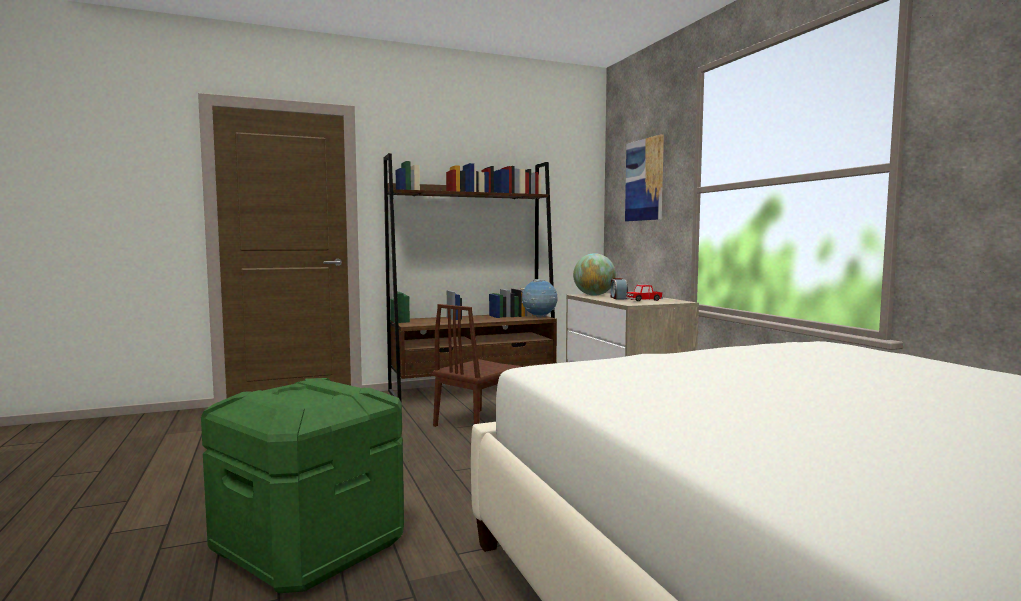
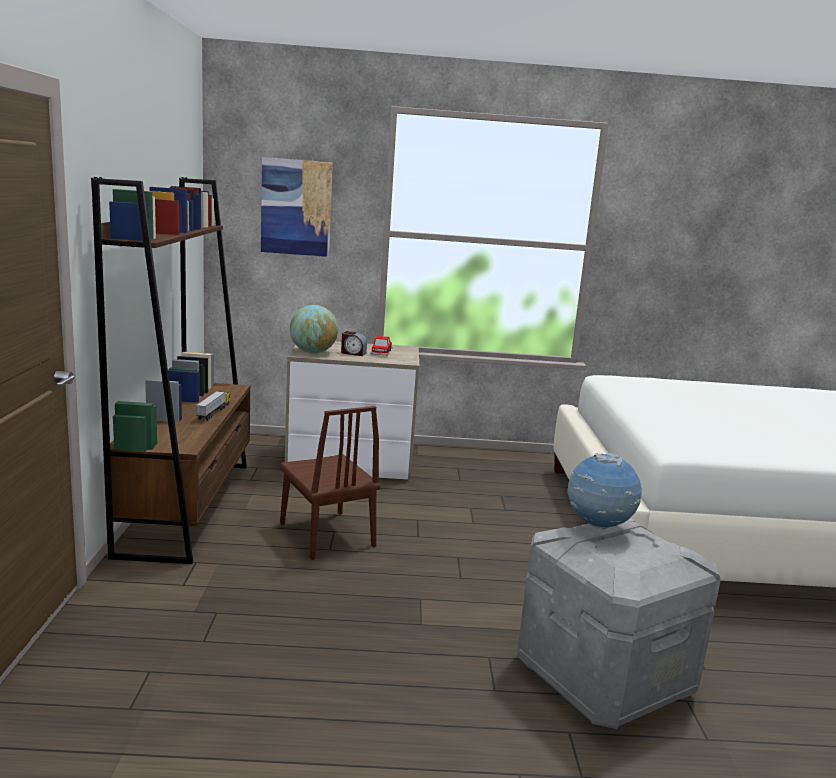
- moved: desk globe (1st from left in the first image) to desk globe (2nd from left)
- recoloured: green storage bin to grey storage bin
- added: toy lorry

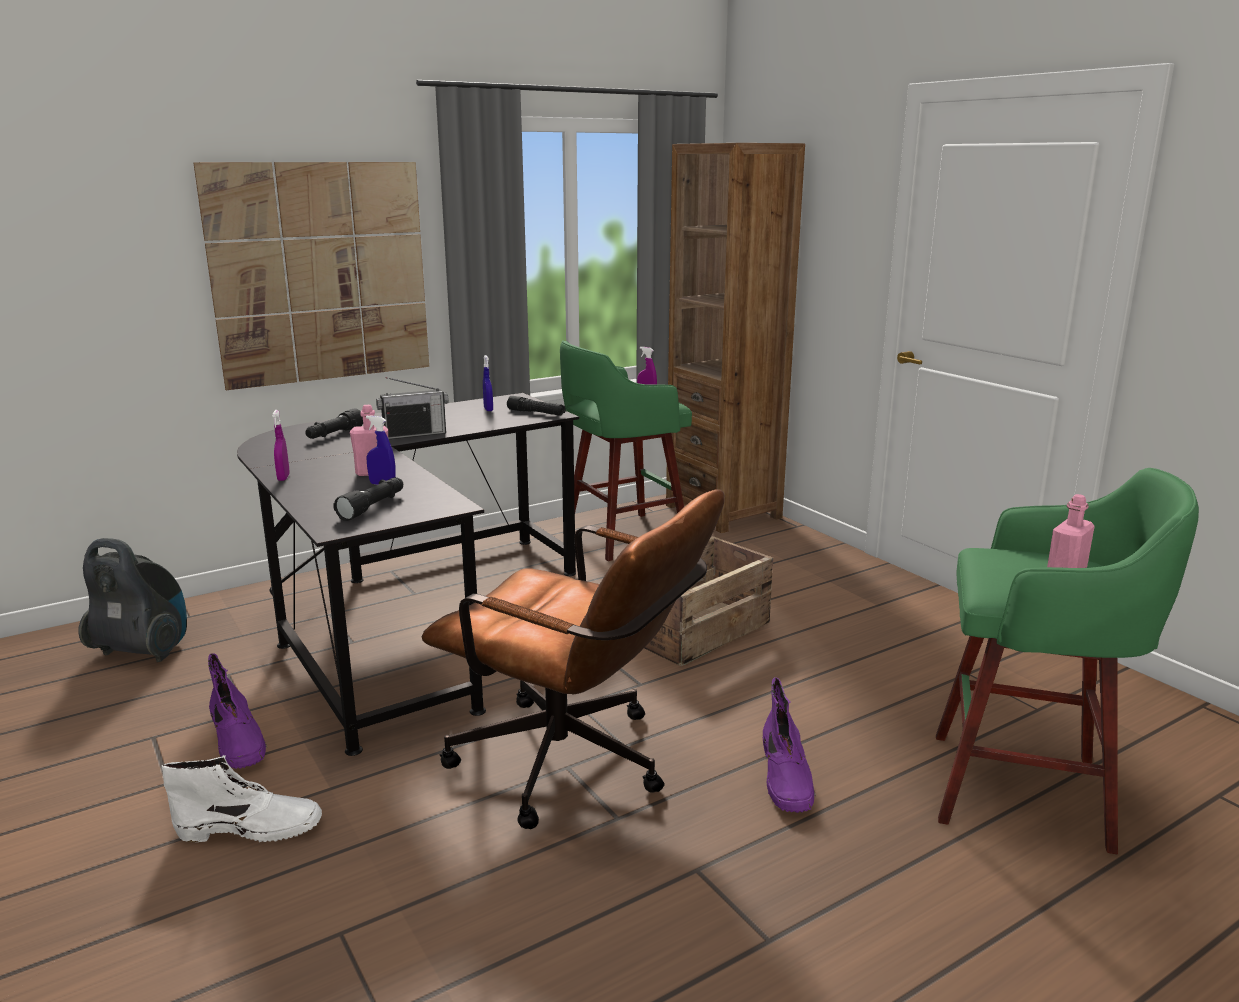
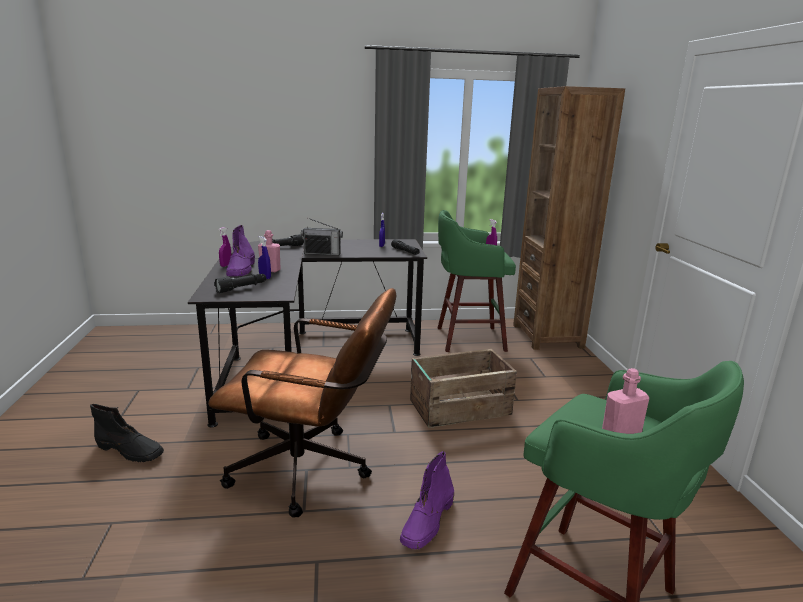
- removed: wall art
- turned: brownish desk chair 45 degrees counterclockwise
- removed: hoover
- moved: purple boot (1st from left)
- recoloured: white boot to blackish boot

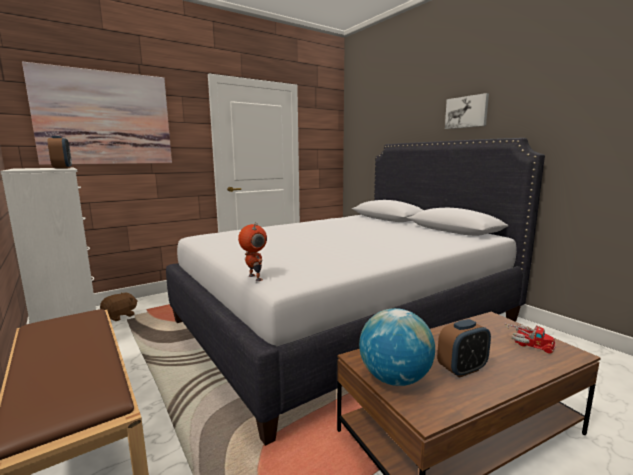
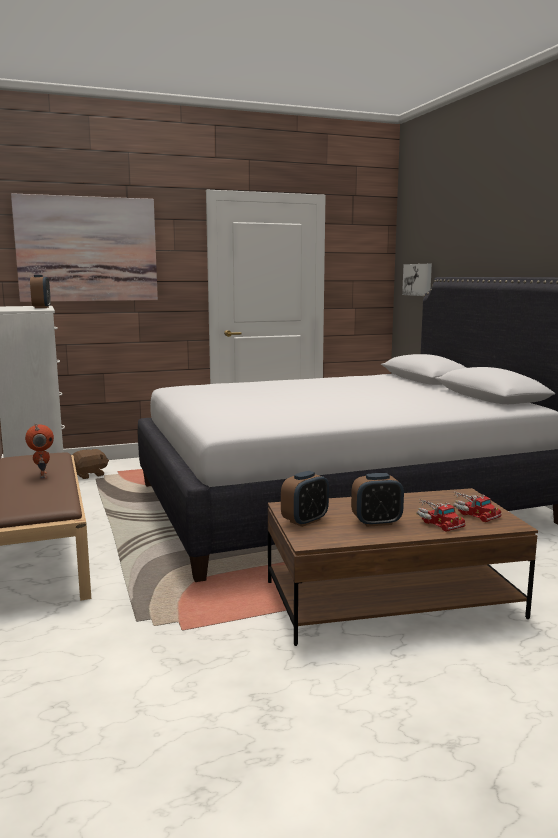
- moved: wall art (2nd from left)
- moved: model robot
- replaced: desk globe to alarm clock (2nd from left)
- added: toy lorry (1st from left)

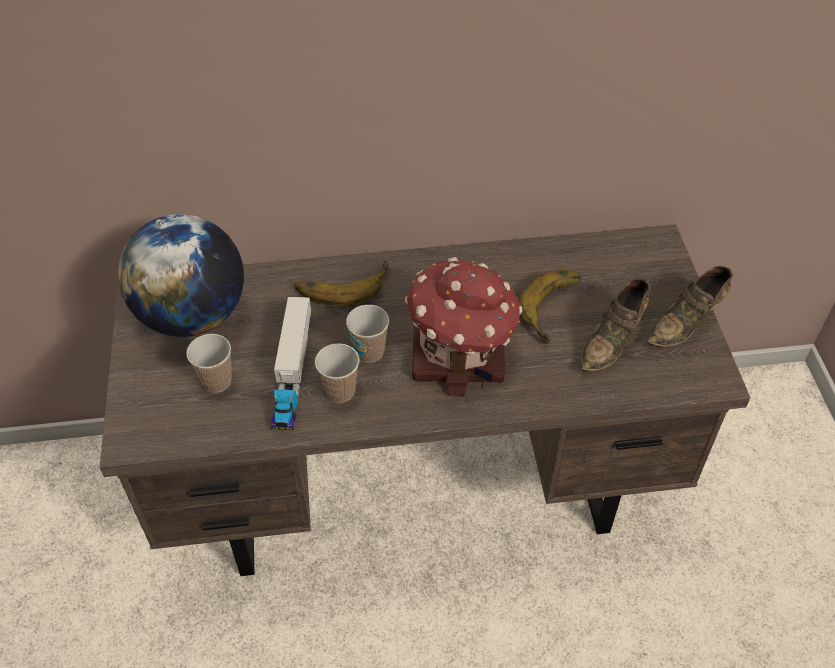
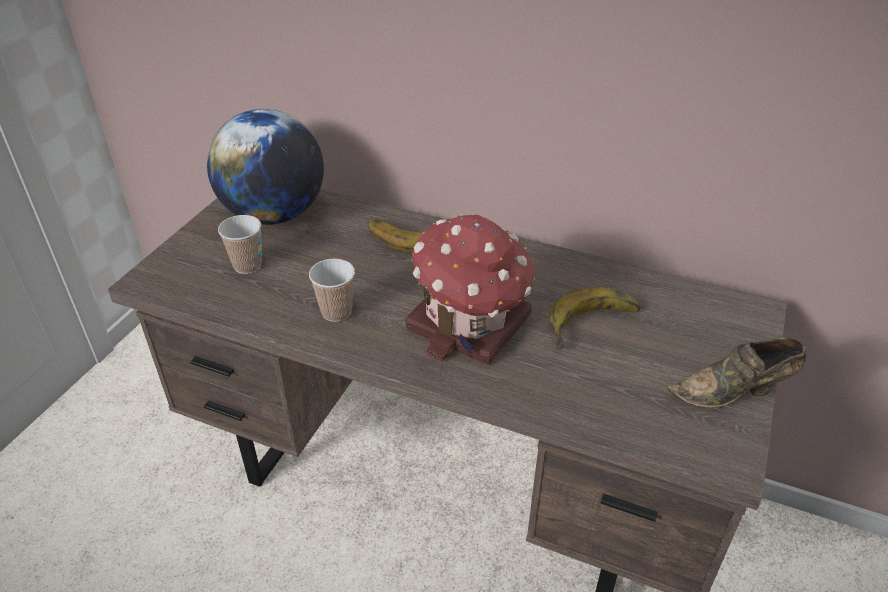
- removed: brownish low shoe (1st from left)
- removed: toy lorry
- removed: cup (3rd from left)

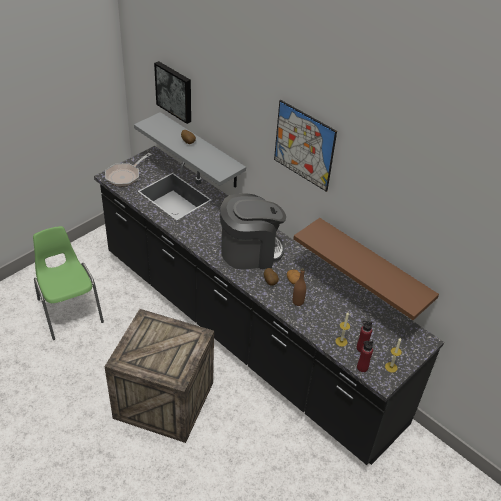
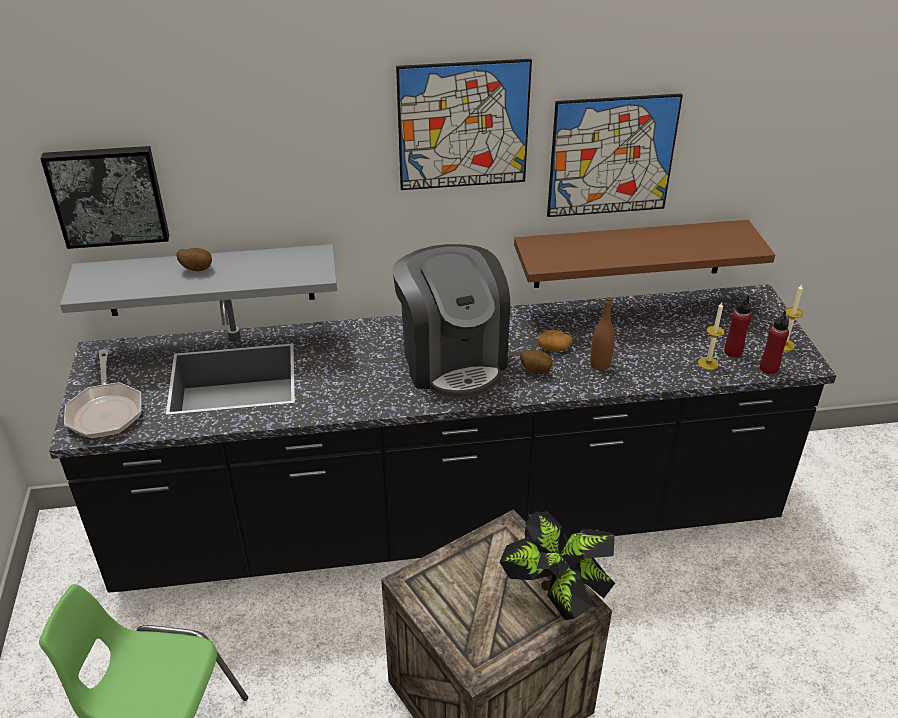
- turned: coffee machine 135 degrees clockwise
- added: wall art (3rd from left)
- added: houseplant

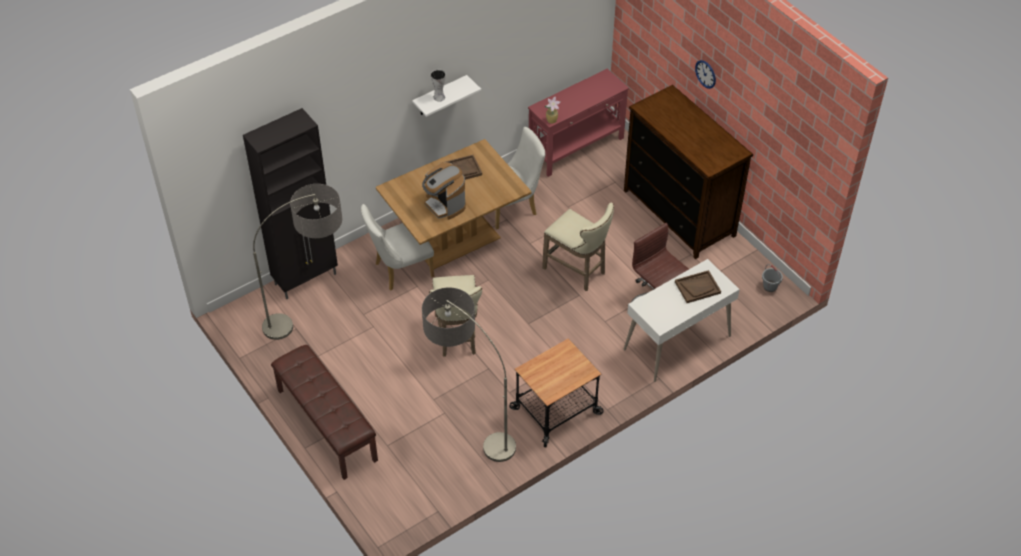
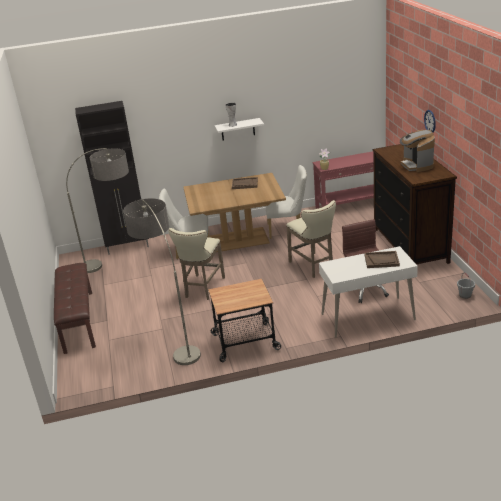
- moved: coffee machine

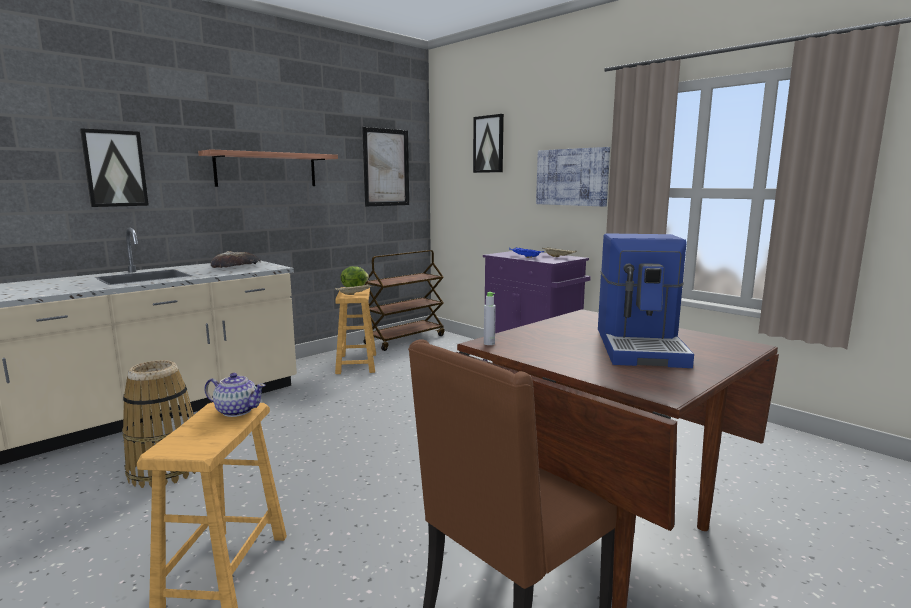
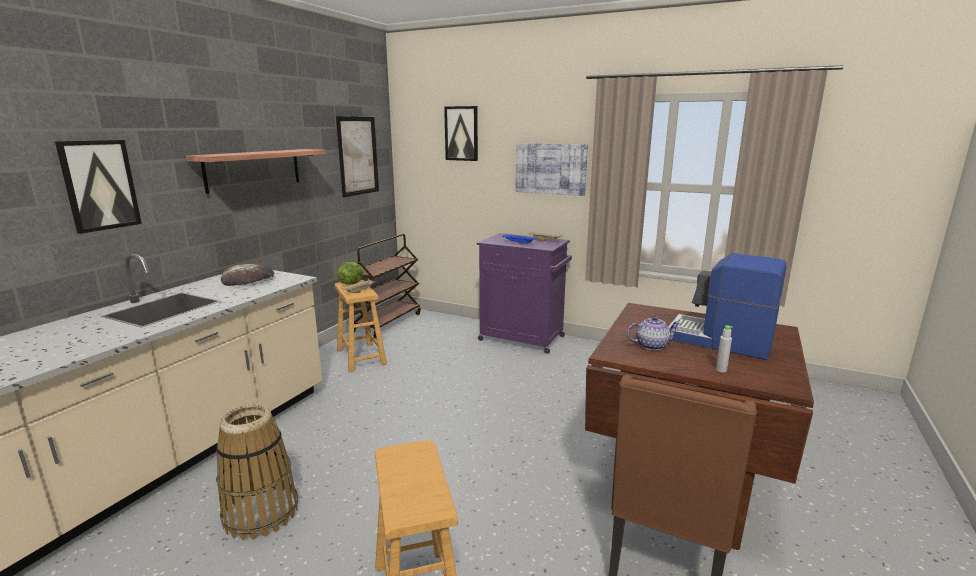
- turned: coffee machine 135 degrees clockwise
- moved: grey drink bottle
- moved: tea pot

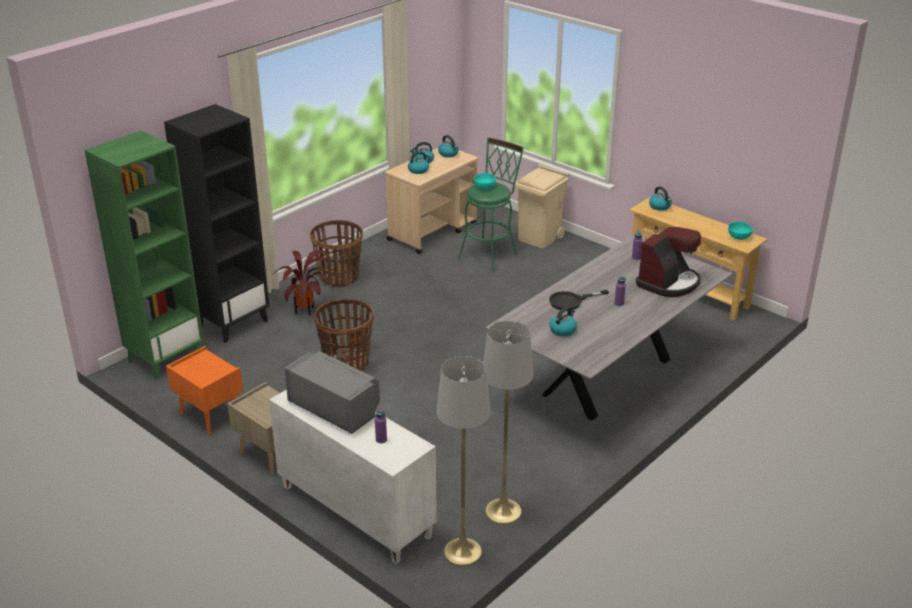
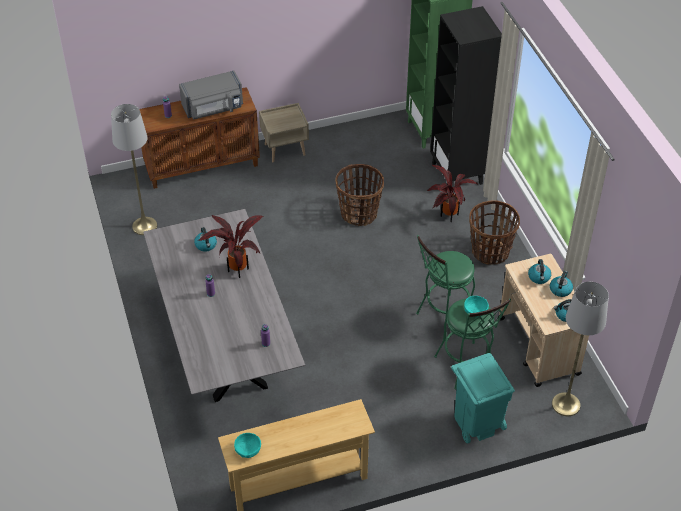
- recoloured: sand-coloured rubbish bin to turquoise-coloured rubbish bin
- removed: water kettle (5th from left)
- removed: coffee machine
- replaced: blackish skillet to houseplant (1st from left)
- removed: orange-coloured night table
- moved: grey standing lamp (1st from left in the first image) to grey standing lamp (2nd from left)
- recoloured: white cabinet to brownish cabinet
- added: green stool seat (1st from left)

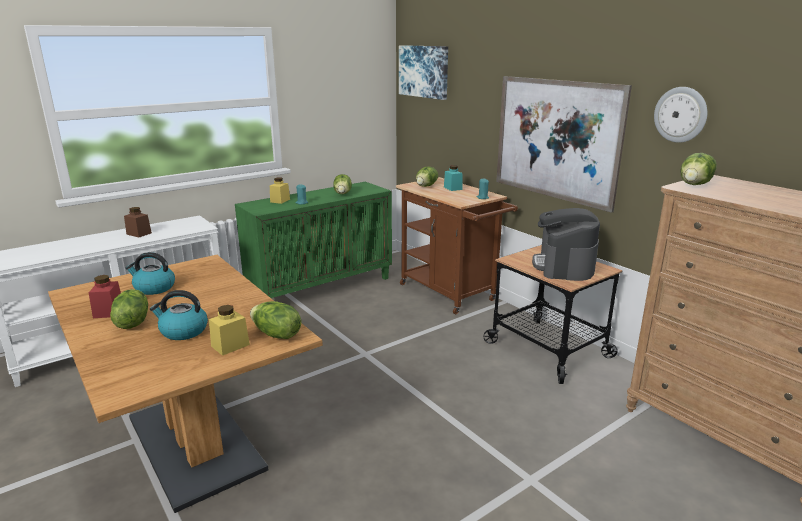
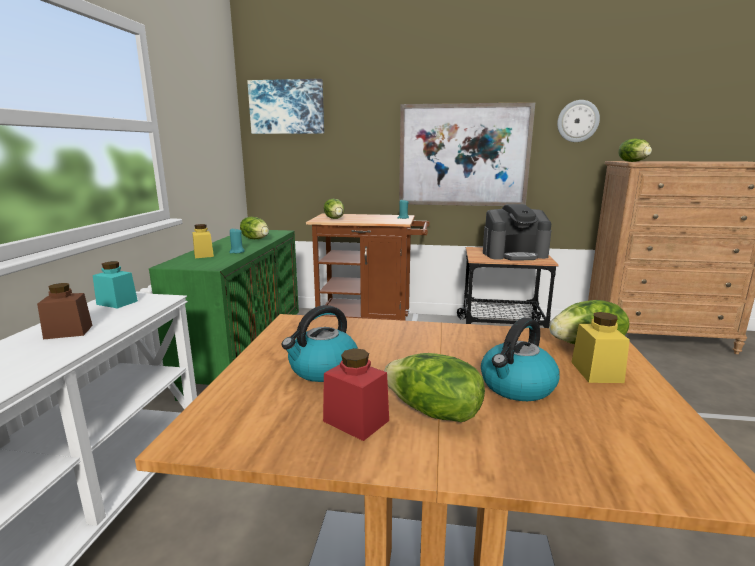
- moved: turquoise-coloured jar
- turned: coffee machine 60 degrees counterclockwise

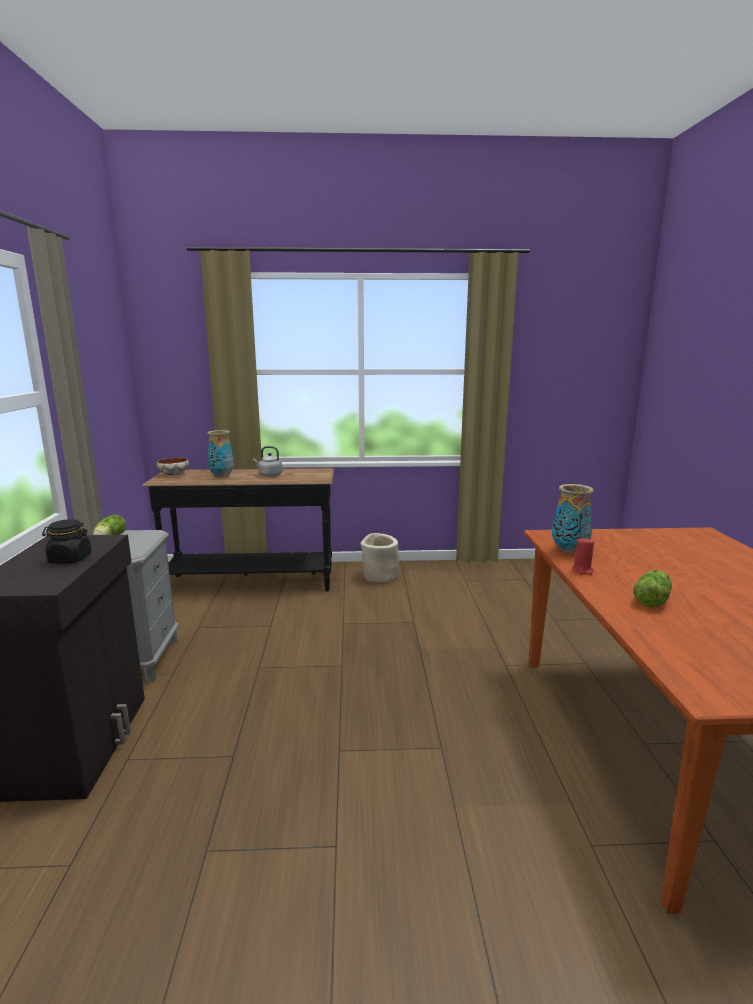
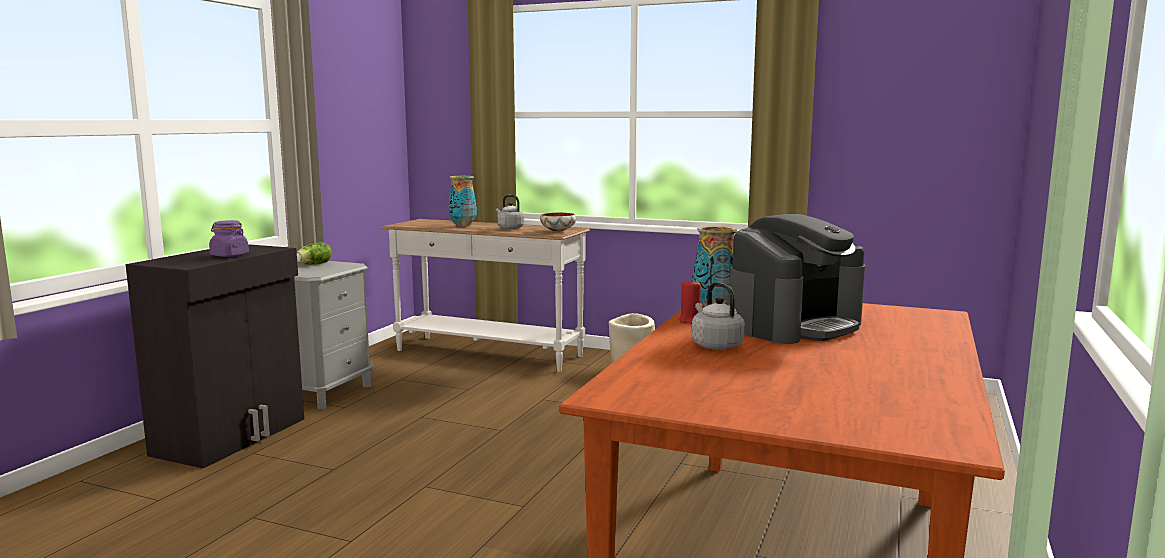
- moved: deep dish
- recoloured: blackish console table to white console table
- recoloured: blackish jar to purple jar
- replaced: lettuce (2nd from left) to grey water kettle (2nd from left)
- added: coffee machine

